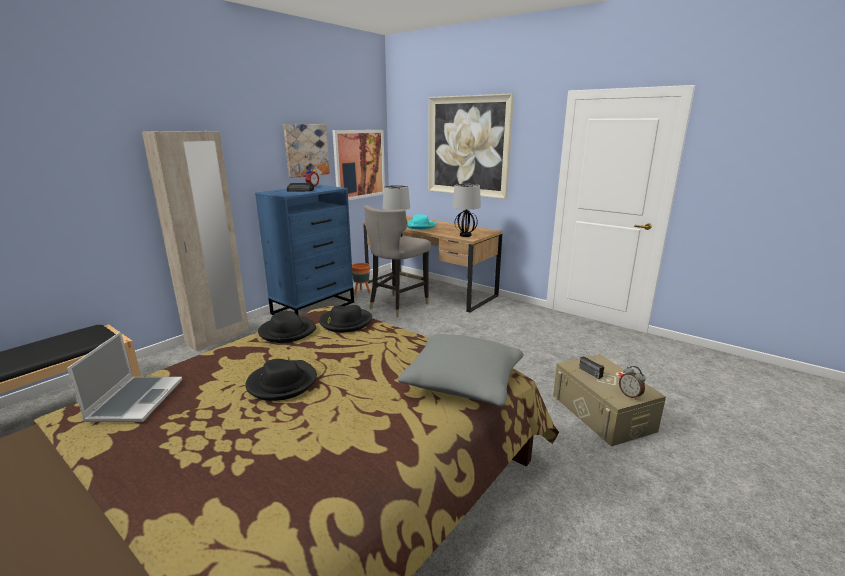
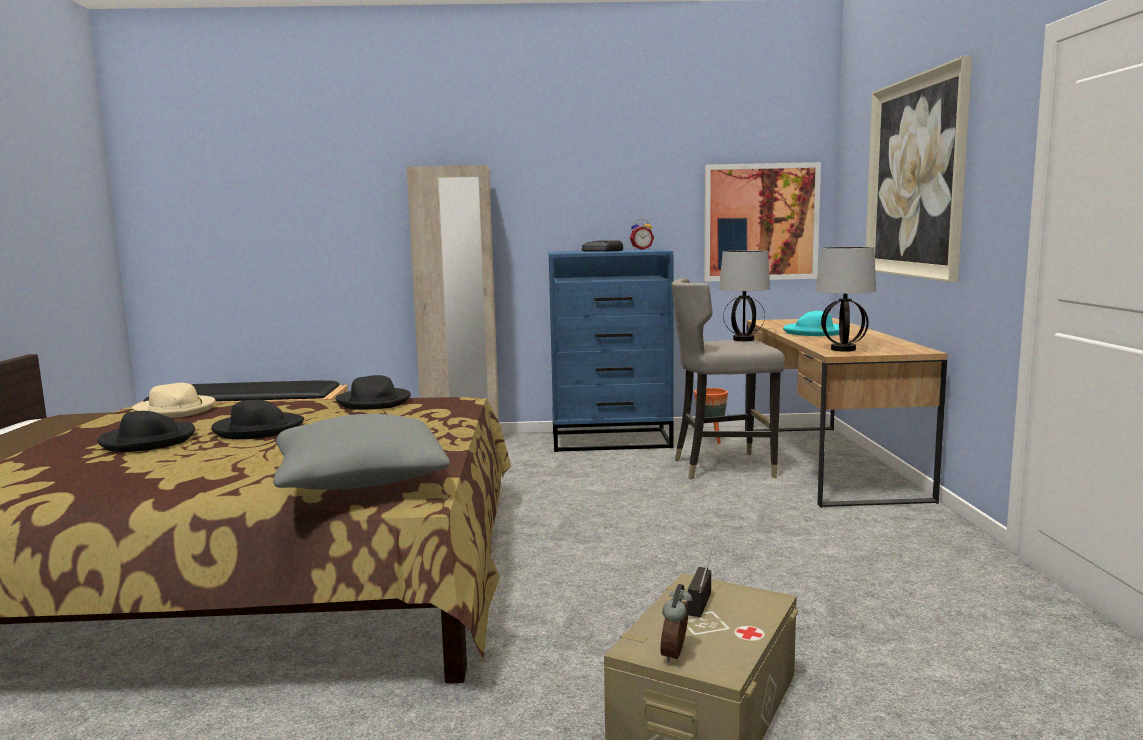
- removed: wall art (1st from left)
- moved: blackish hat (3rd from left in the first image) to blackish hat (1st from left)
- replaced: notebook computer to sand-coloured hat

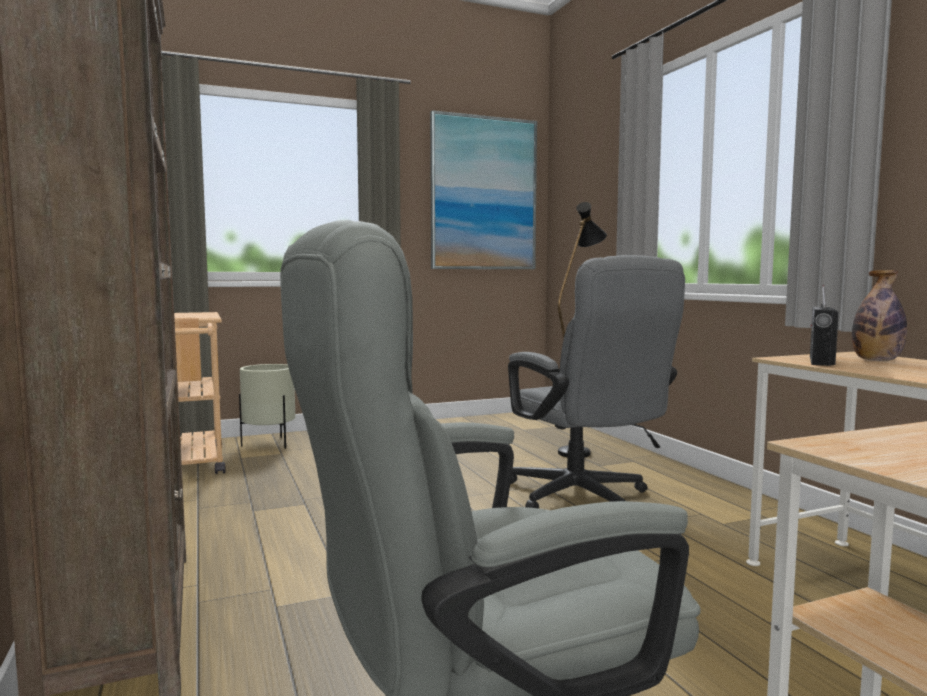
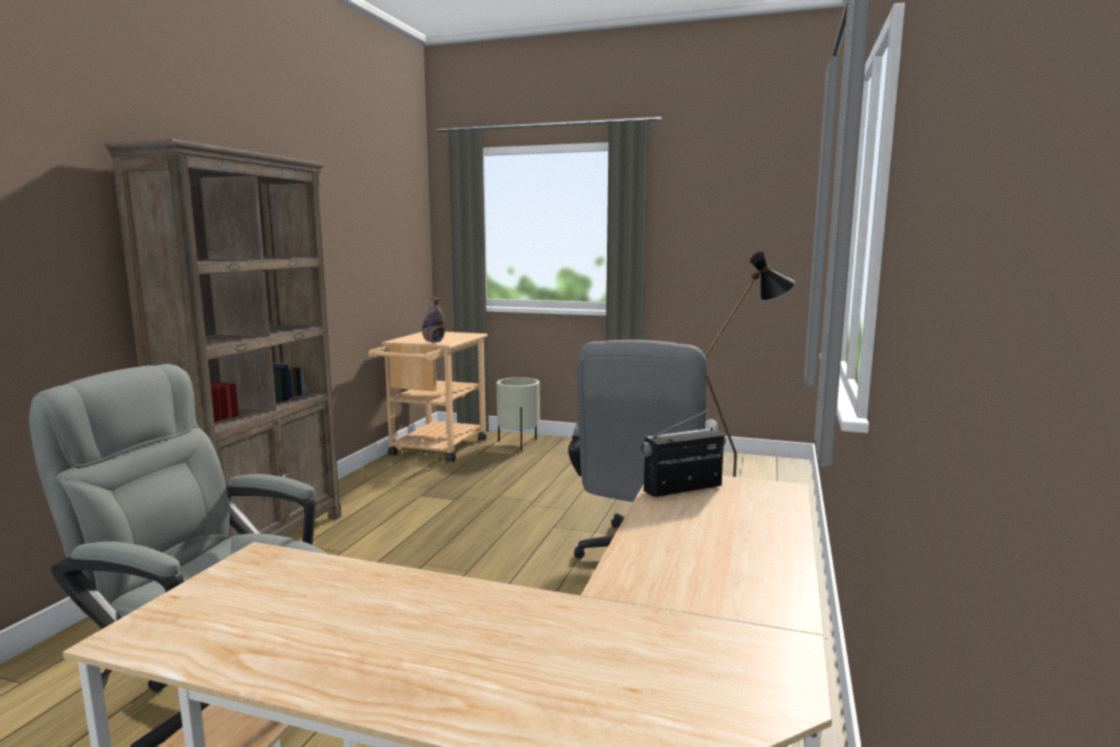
- removed: wall art
- moved: drink bottle

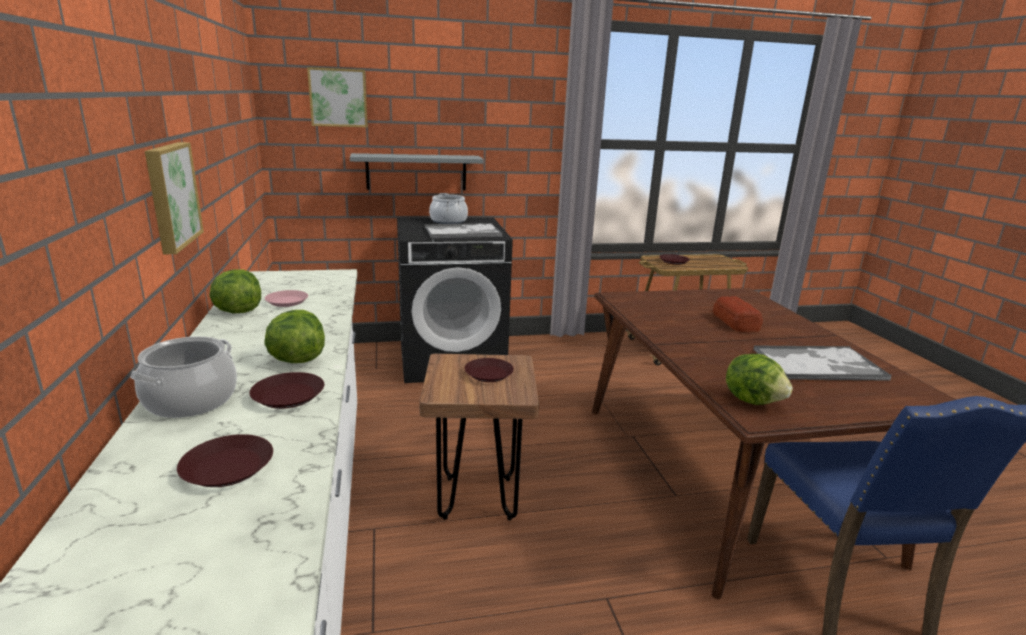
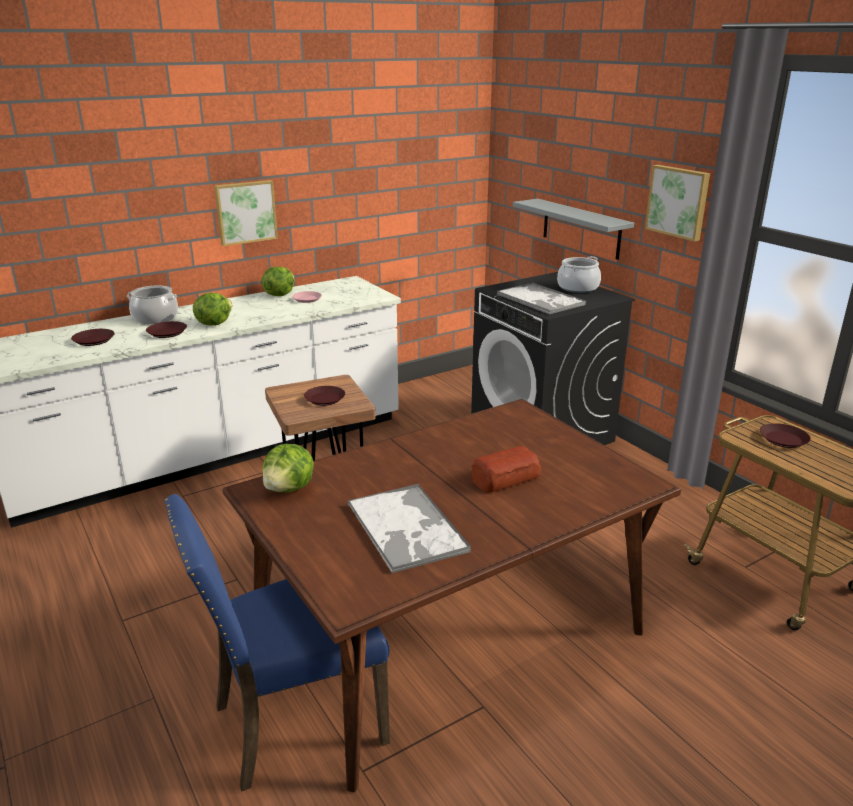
- moved: wall art (2nd from left)

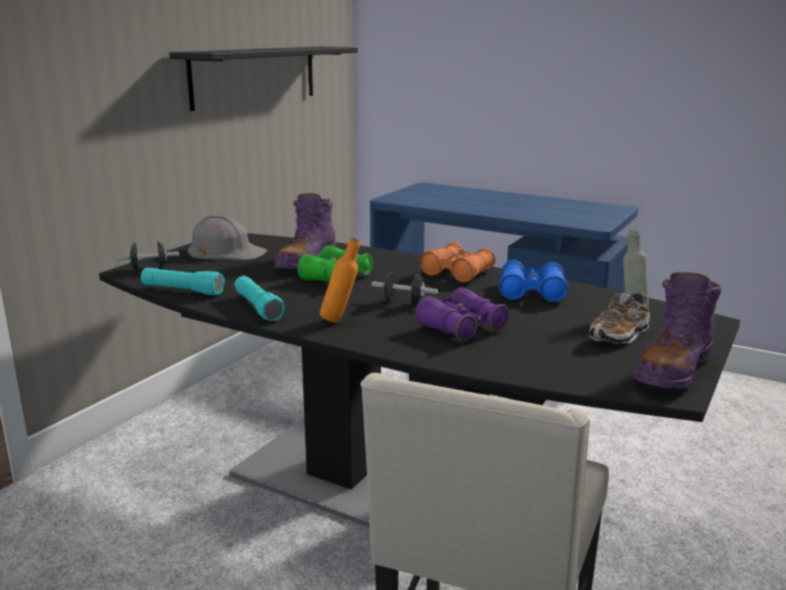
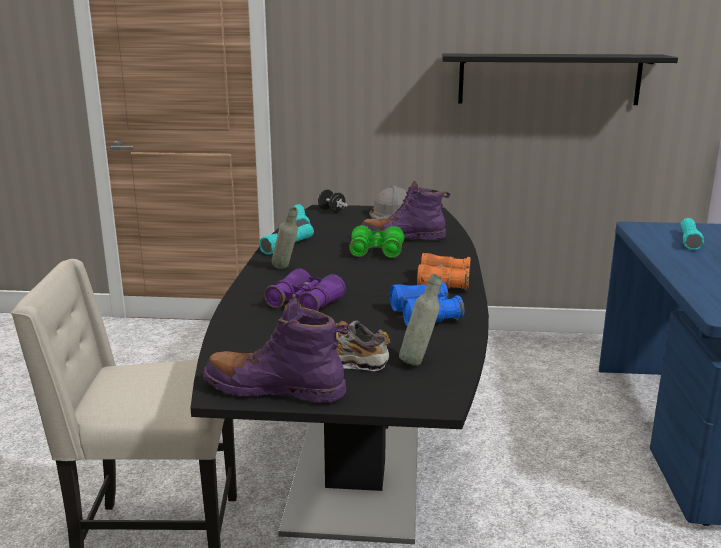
- recoloured: orange-coloured drink bottle to grey drink bottle (1st from left)
- removed: blackish hand weight (2nd from left)
- added: turquoise-coloured torch (3rd from left)

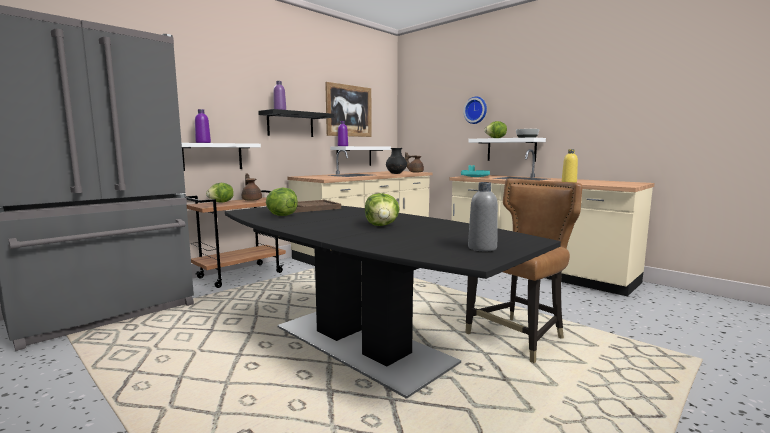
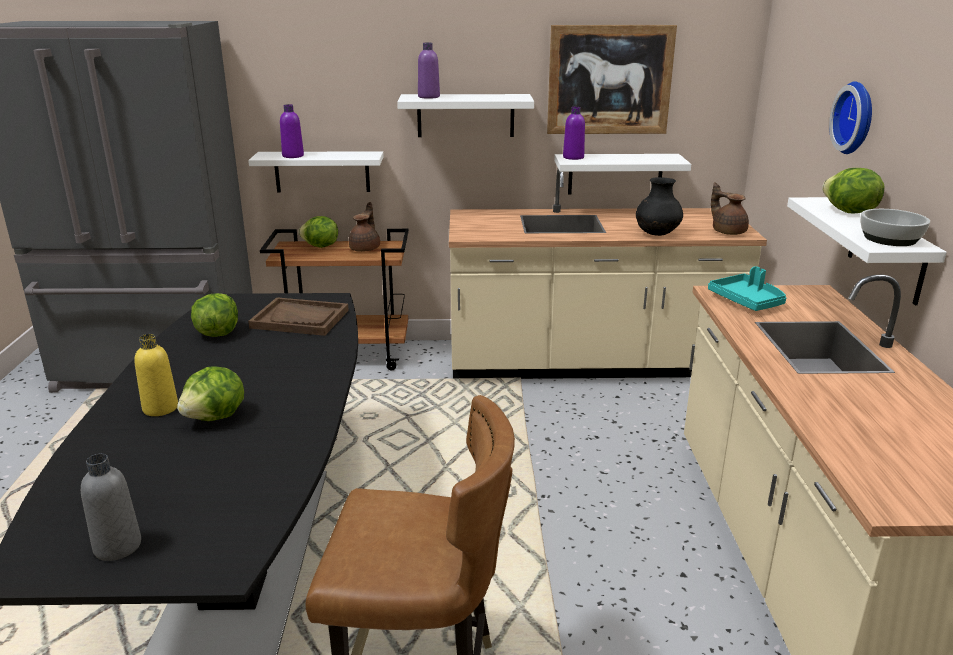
- recoloured: blackish shelf to white shelf (2nd from left)
- moved: yellow drink bottle

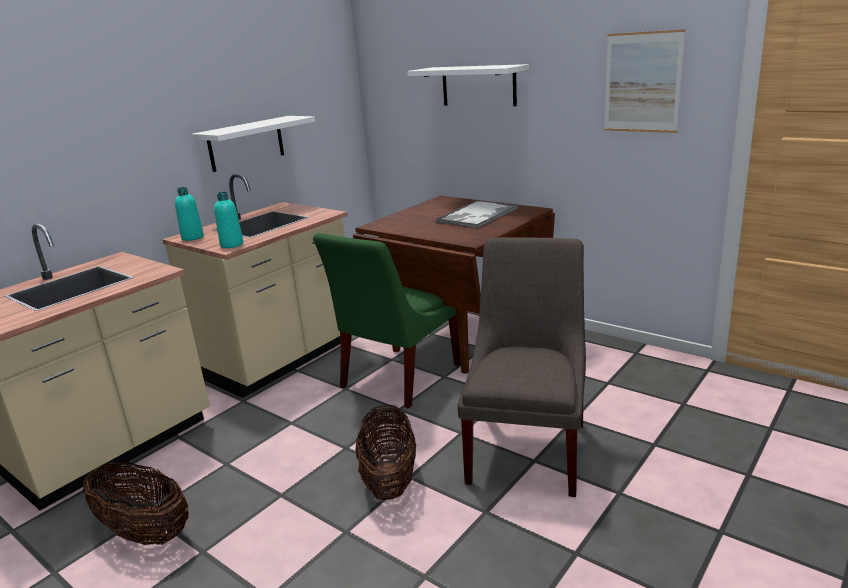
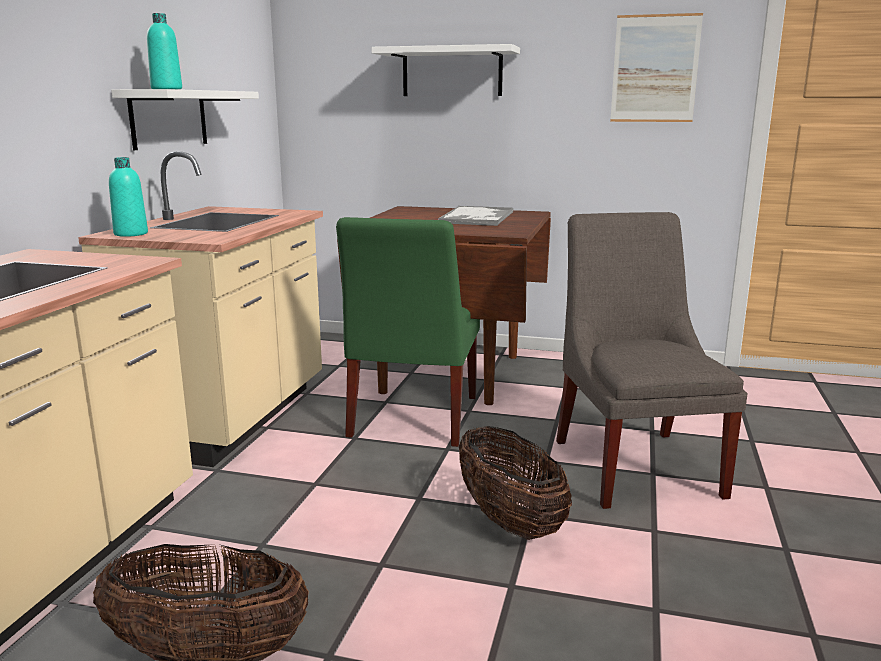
- moved: turquoise-coloured drink bottle (2nd from left)

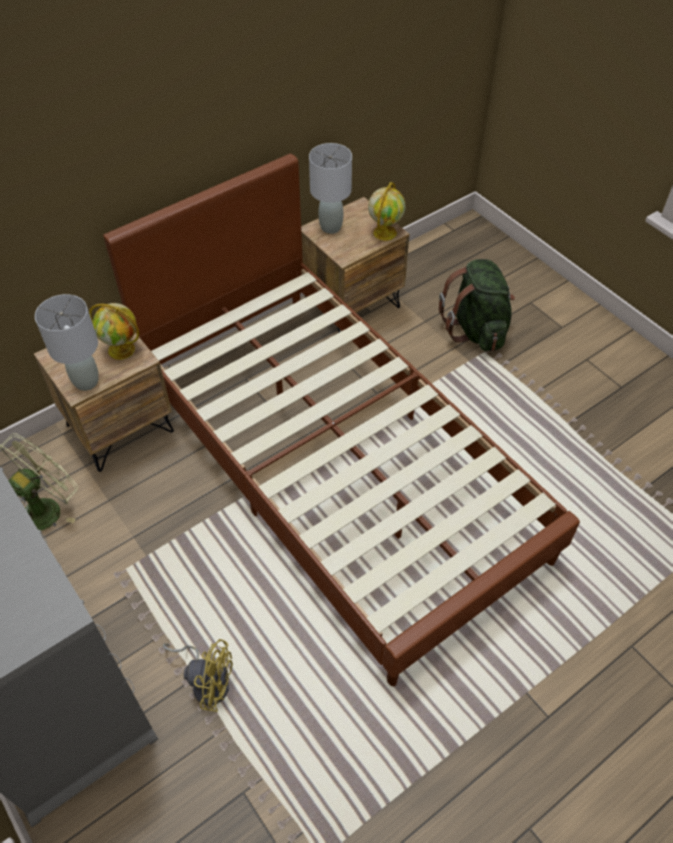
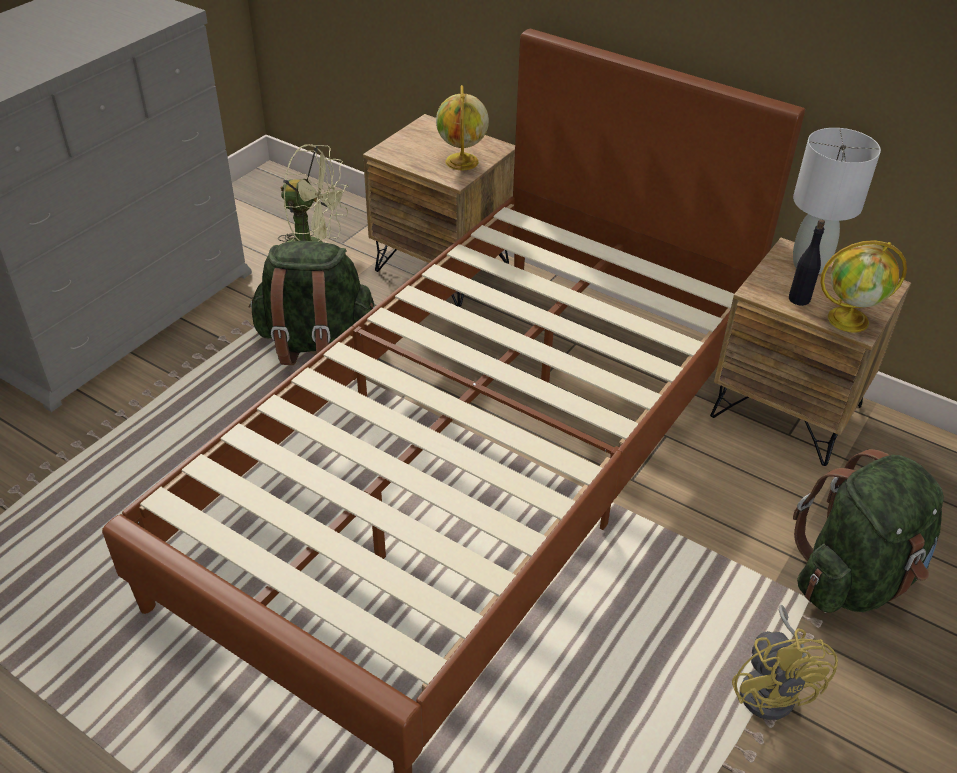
- removed: grey lamp for a table (1st from left)
- moved: yellow fan
- added: blackish drink bottle
- added: green backpack (1st from left)

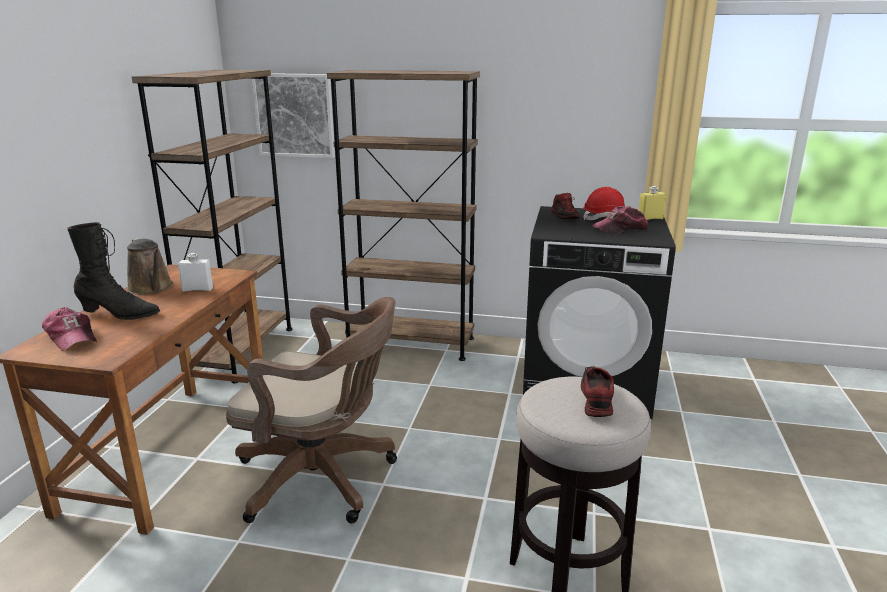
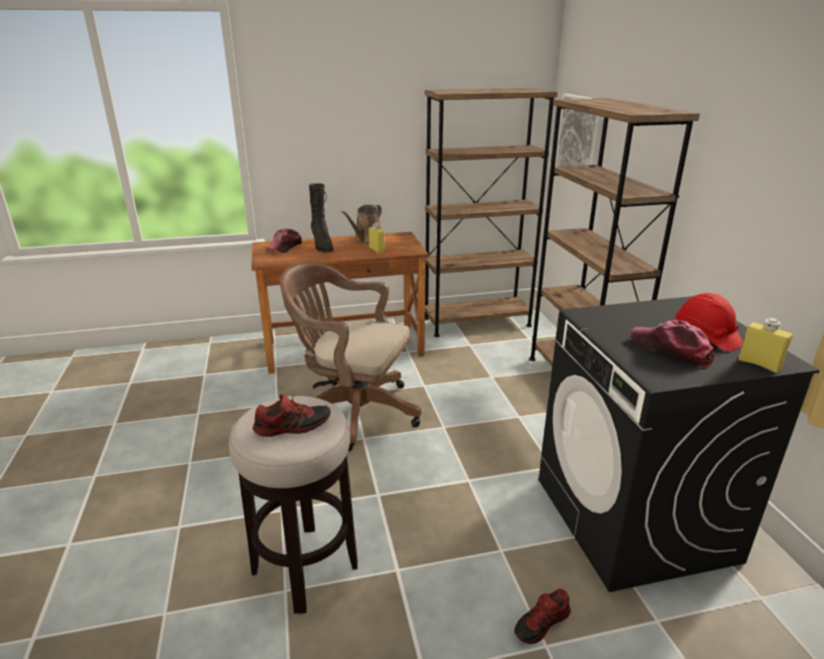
- moved: low shoe (1st from left in the first image) to low shoe (2nd from left)
- recoloured: white drink bottle to yellow drink bottle (1st from left)
- turned: brownish desk chair 120 degrees clockwise

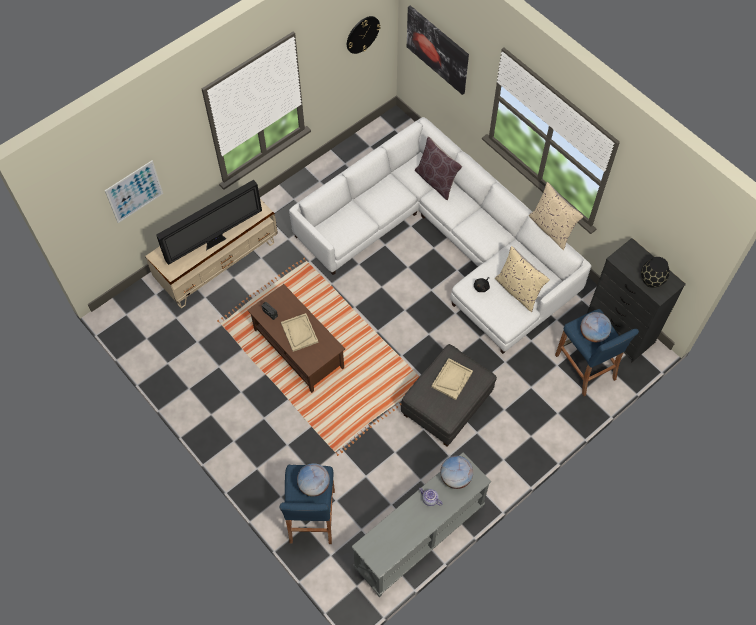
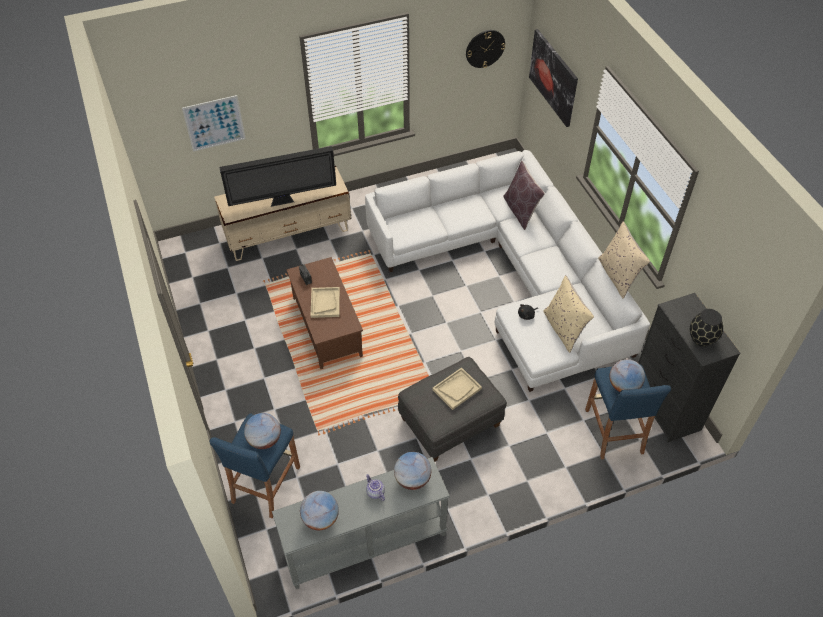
- added: desk globe (2nd from left)

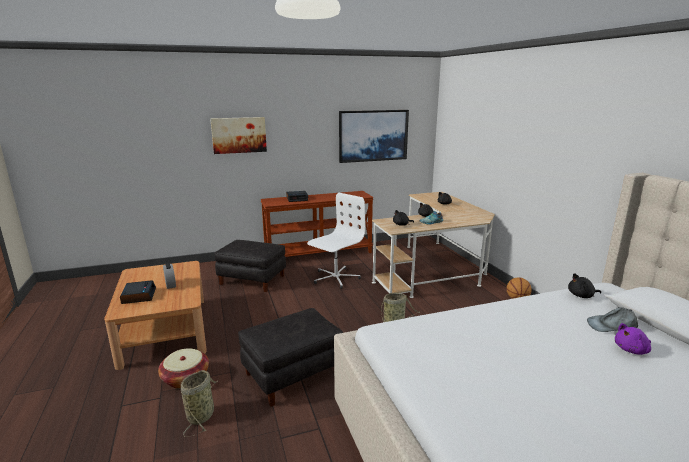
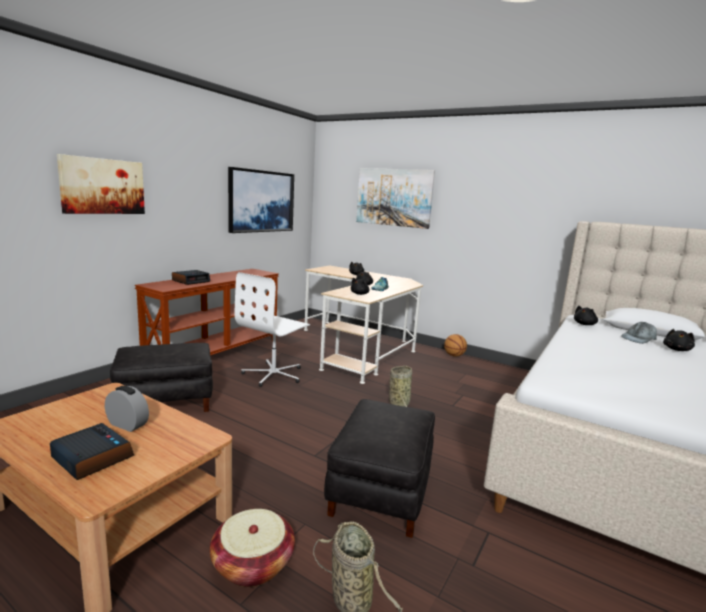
- turned: white desk chair 150 degrees counterclockwise
- recoloured: purple soft toy to blackish soft toy (5th from left)
- added: wall art (3rd from left)

